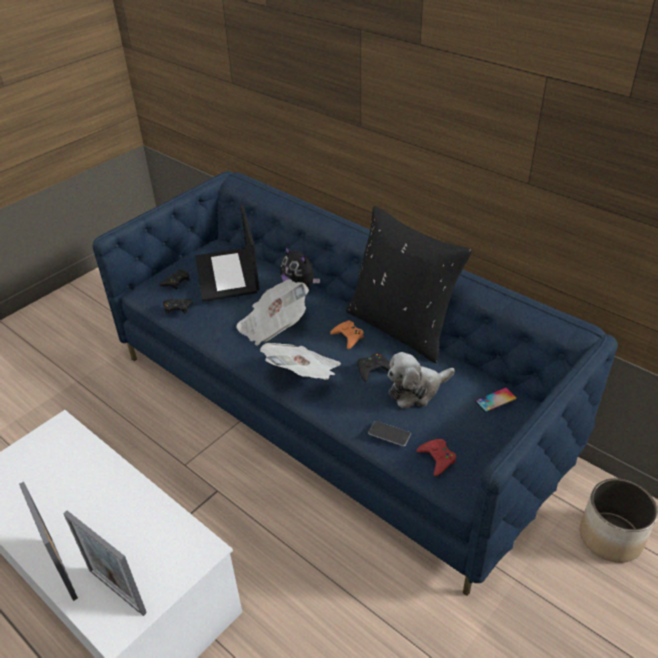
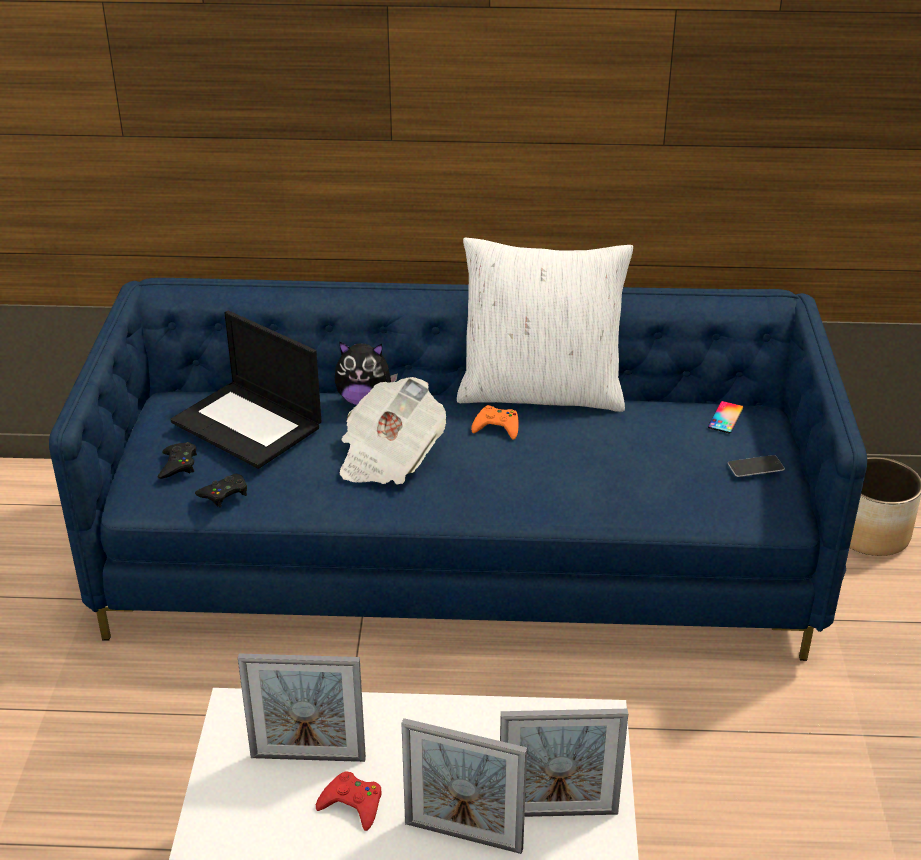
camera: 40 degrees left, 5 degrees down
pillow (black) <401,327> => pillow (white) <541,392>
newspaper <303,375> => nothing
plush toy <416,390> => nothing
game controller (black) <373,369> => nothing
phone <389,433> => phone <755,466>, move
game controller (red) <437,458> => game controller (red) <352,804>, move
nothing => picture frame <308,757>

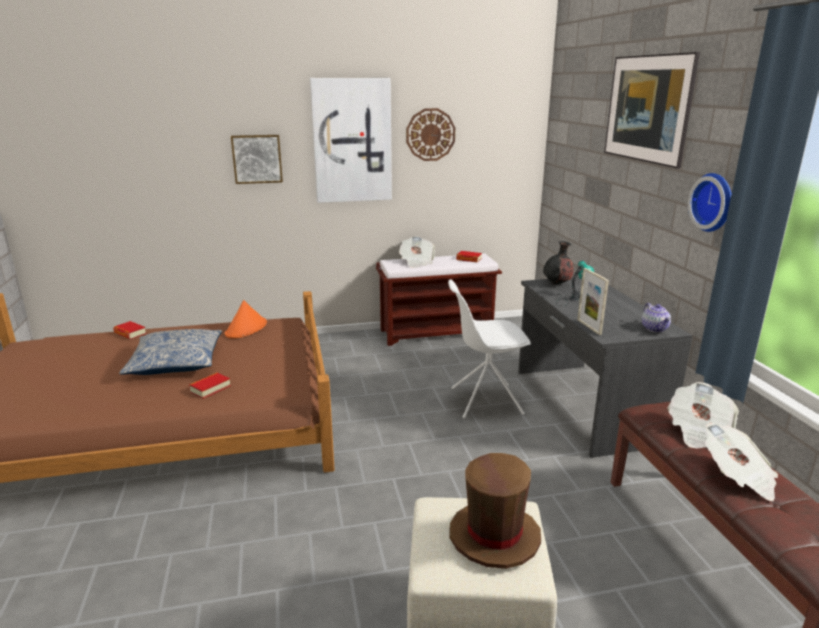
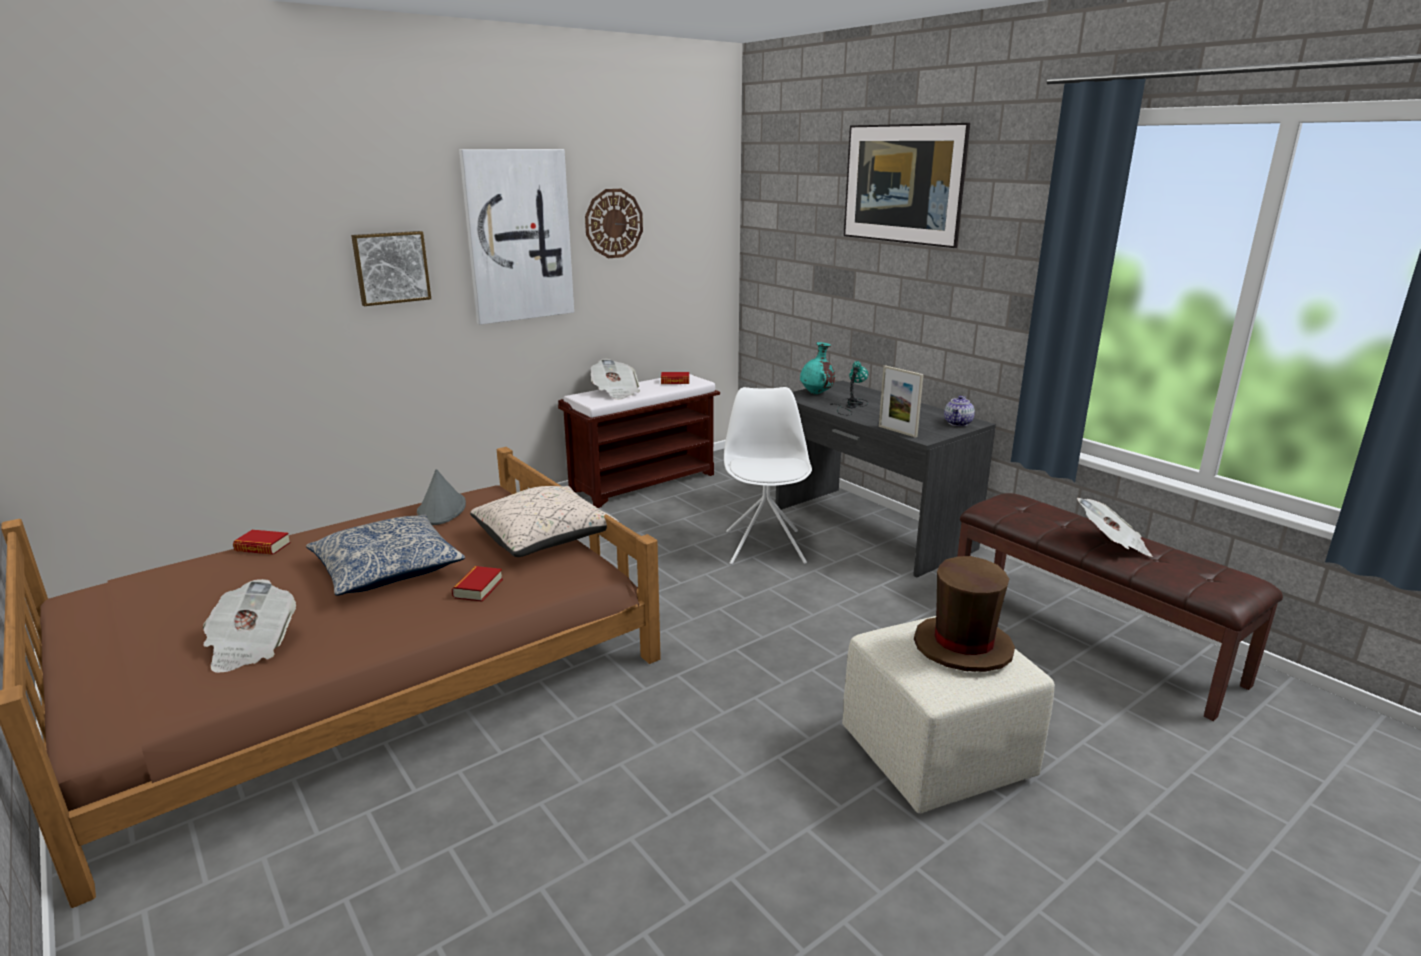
camera: 25 degrees left, 0 degrees up
wall clock <714,202> => nothing
vase (black) <557,284> => vase (turquoise) <817,394>
chair (white) <484,401> => chair (white) <765,546>, 120 degrees clockwise
hat (orange) <246,328> => hat (grey) <441,510>
teapot <655,329> => teapot <958,423>, 60 degrees clockwise
newspaper <698,431> => newspaper <251,646>, move
nothing => pillow (beige) <545,538>

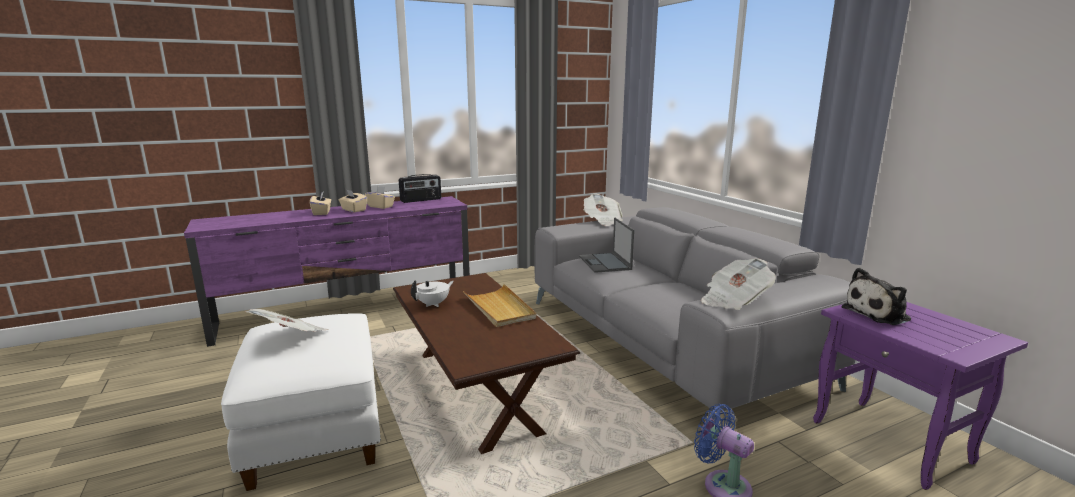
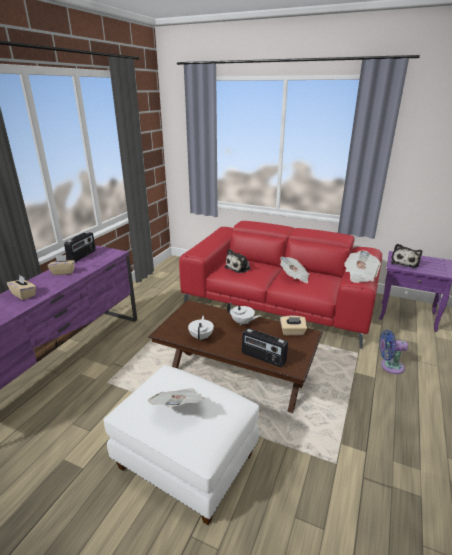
camera: 40 degrees left, 10 degrees up
tissue box (beige) <353,210> => tissue box (beige) <292,332>, move
newspaper <602,221> => newspaper <294,277>, move
sofa (grey) <665,340> => sofa (red) <279,302>
laptop <605,263> => plush toy <239,268>
tray (beige) <499,308> => teapot (white) <242,322>
nothing => radio <263,358>

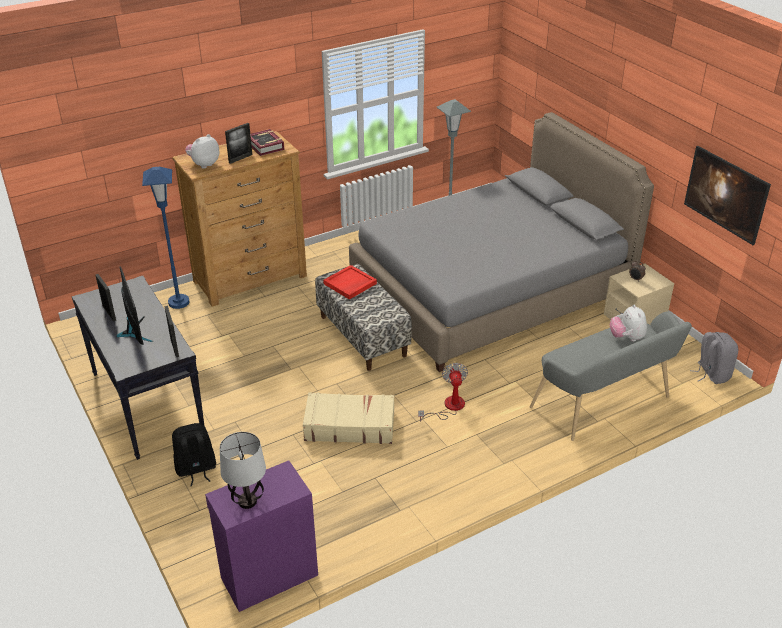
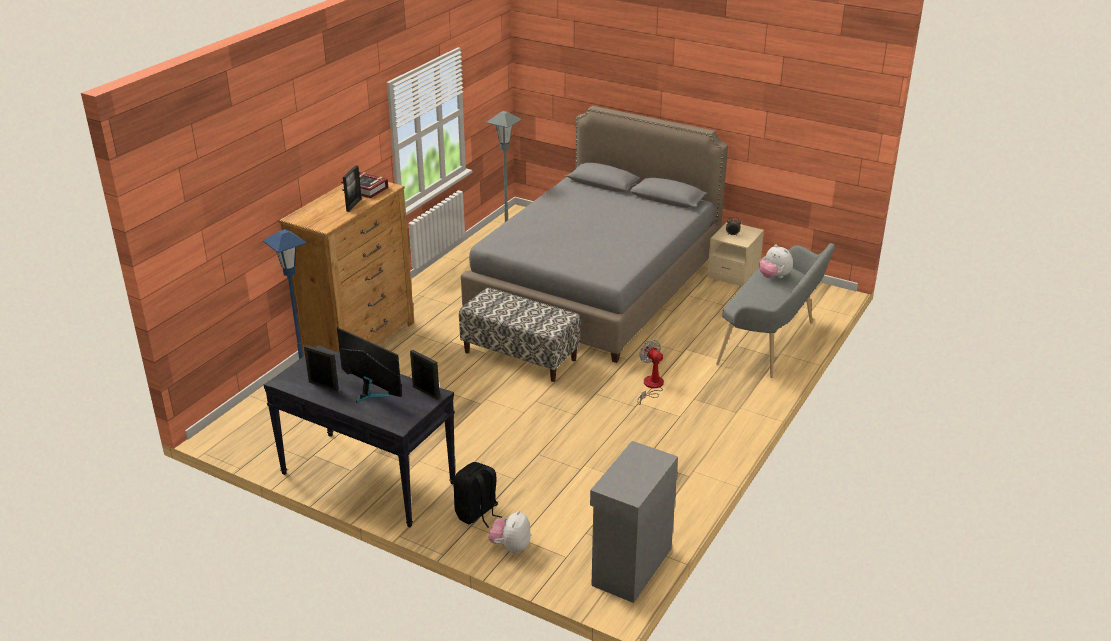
camera: 30 degrees left, 5 degrees down
plush toy <204,164> => plush toy <511,547>, move
picture <722,209> => nothing
tray (red) <350,284> => nothing
backpack (grey) <711,374> => nothing
suitcase (beige) <349,426> => nothing
table lamp <248,501> => nothing
cabinet (purple) <268,576> => cabinet (grey) <630,566>

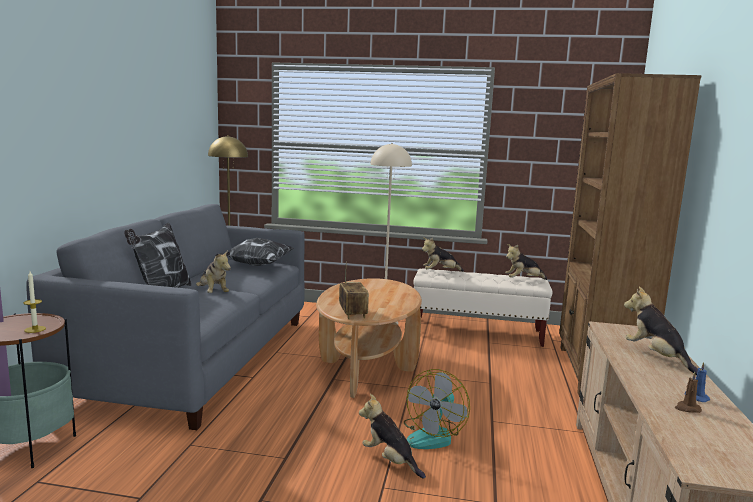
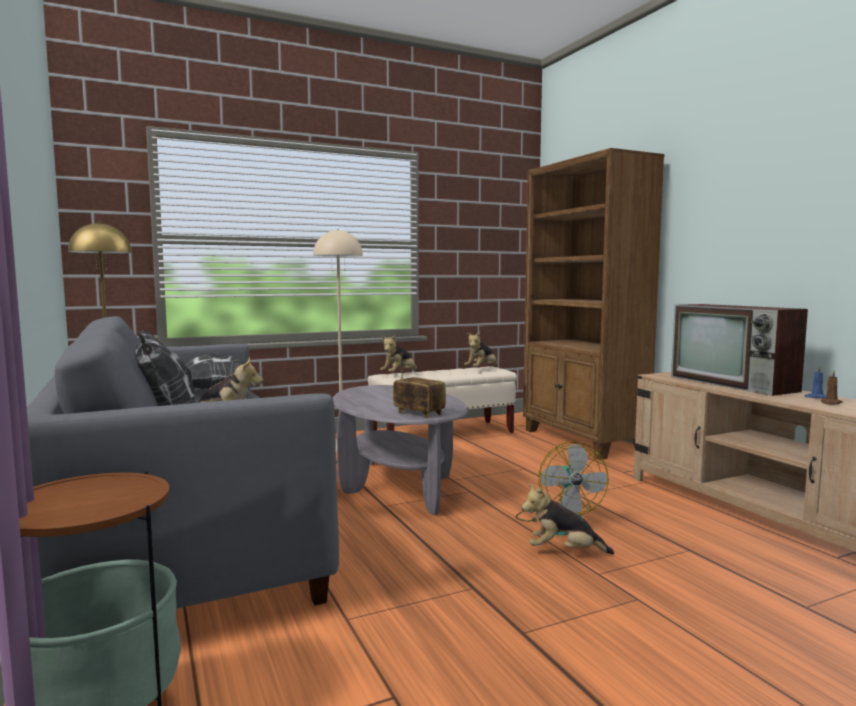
camera: 35 degrees left, 5 degrees down
candle <35,329> => nothing
coffee table (brown) <367,366> => coffee table (grey) <397,485>
plush toy <656,357> => television <734,384>

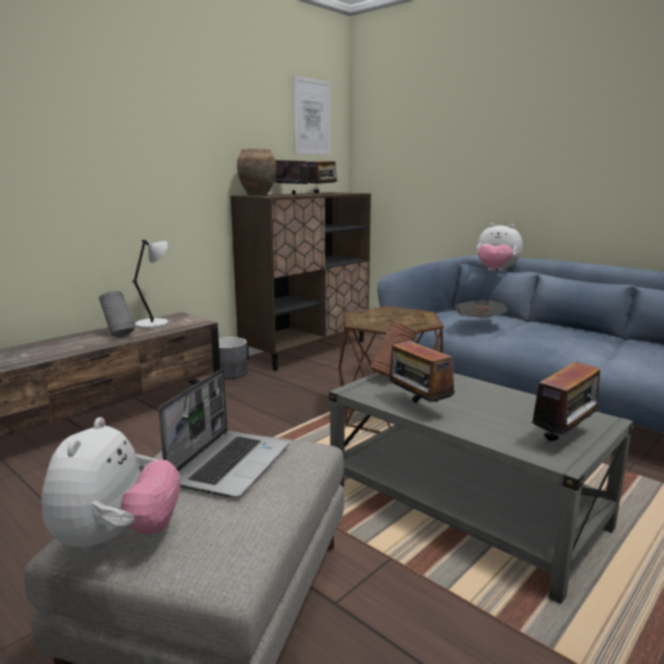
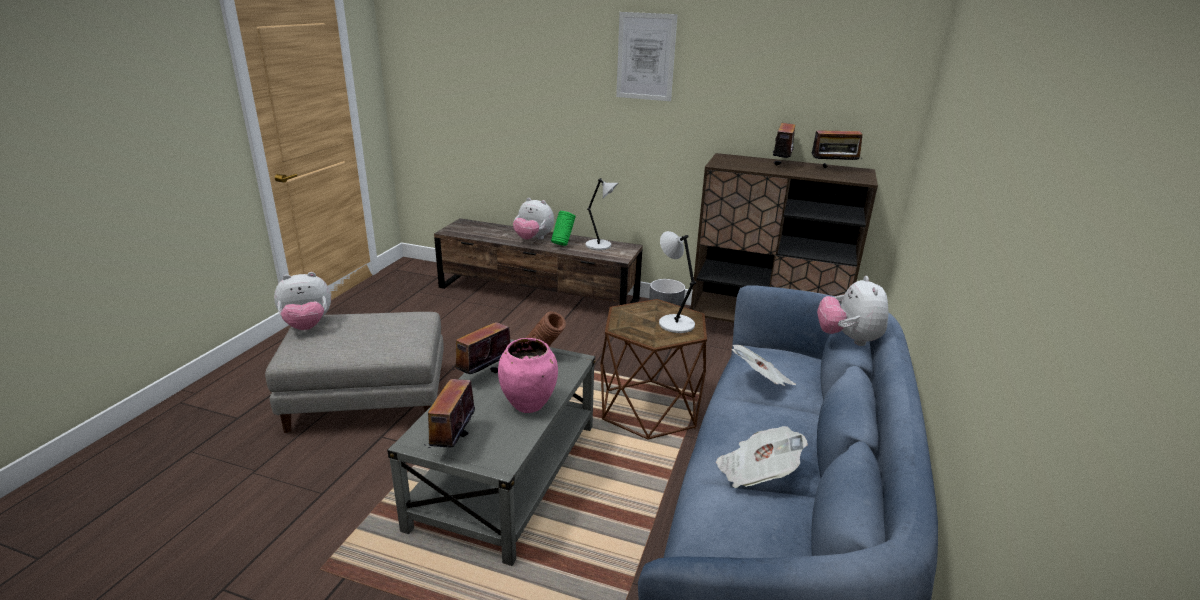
camera: 65 degrees right, 10 degrees up
picture <311,117> => picture <645,57>, move
vase (brown) <258,195> => nothing
vase (grey) <119,335> => vase (green) <563,244>
radio <564,438> => radio <452,443>, 75 degrees clockwise
laptop <230,464> => nothing
nothing => plush toy <533,239>
nothing => table lamp (grey) <674,323>
nothing => vase (pink) <529,405>
nothing => newspaper <756,473>

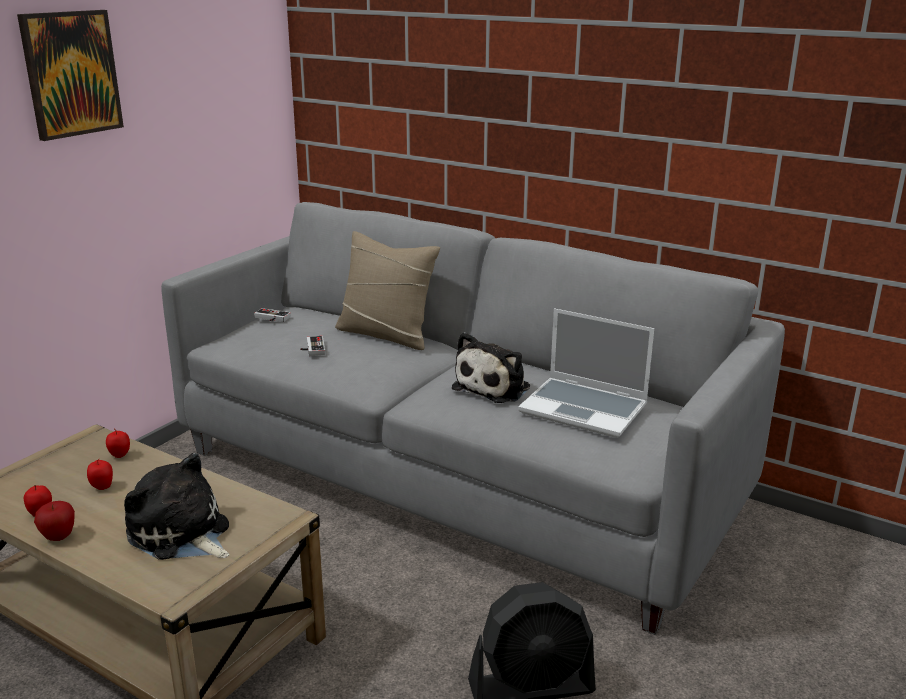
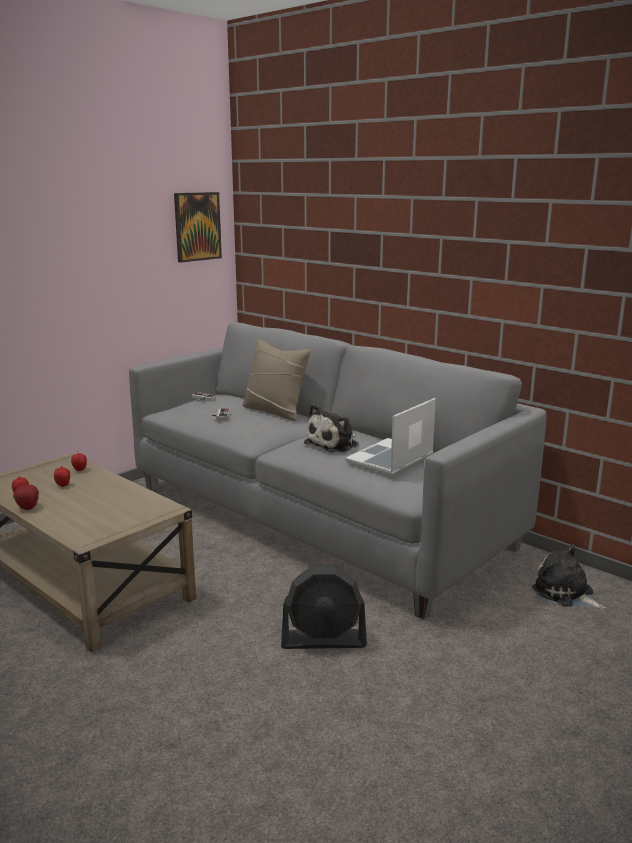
camera: 10 degrees right, 5 degrees down
picture <71,74> => picture <197,226>, move
laptop <585,409> => laptop <390,459>, 90 degrees clockwise
plush toy <181,534> => plush toy <565,593>, move

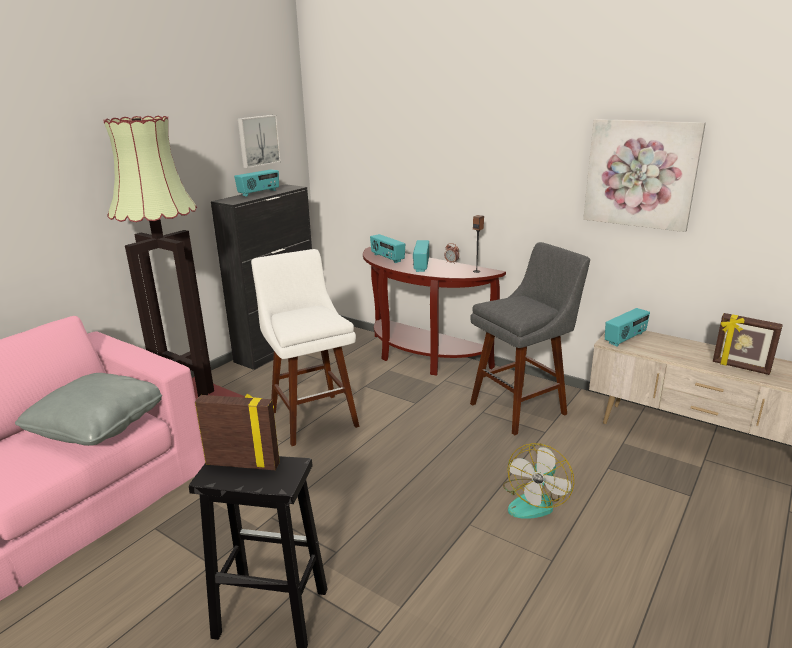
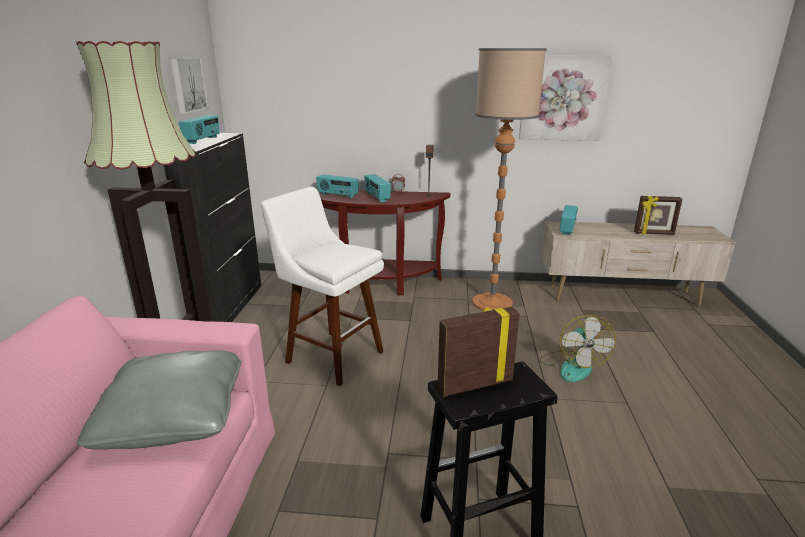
camera: 30 degrees left, 0 degrees up
stool (grey) <521,407> => floor lamp <492,303>

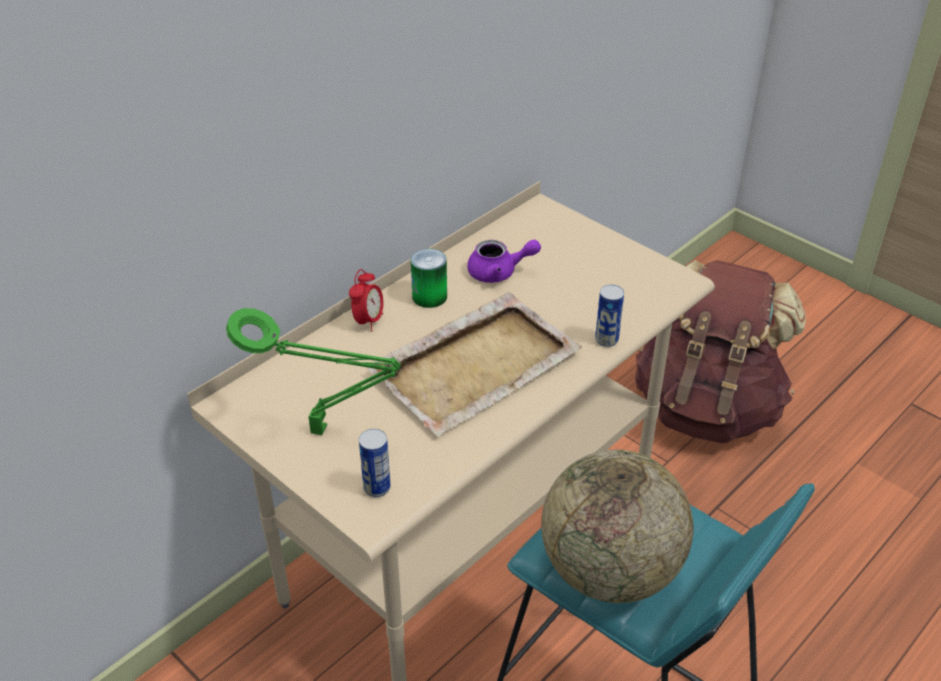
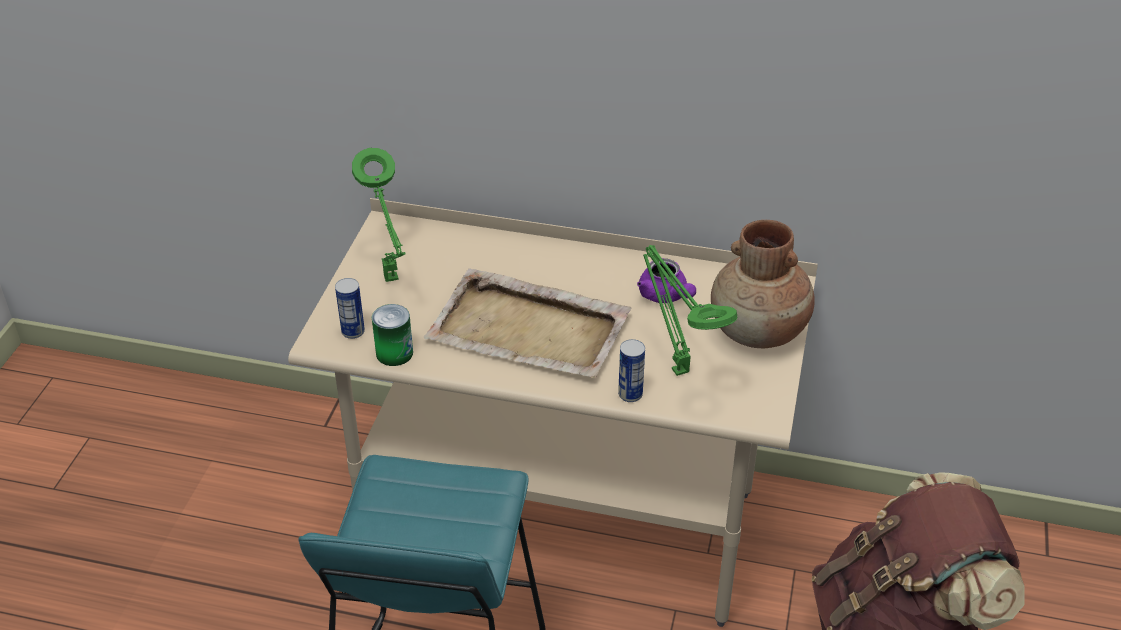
camera: 60 degrees right, 0 degrees up
can <429,296> => can <394,353>, move
alarm clock <368,321> => nothing
globe <610,571> => nothing
nothing => vase (brown) <758,332>
nothing => table lamp (green) <677,368>

